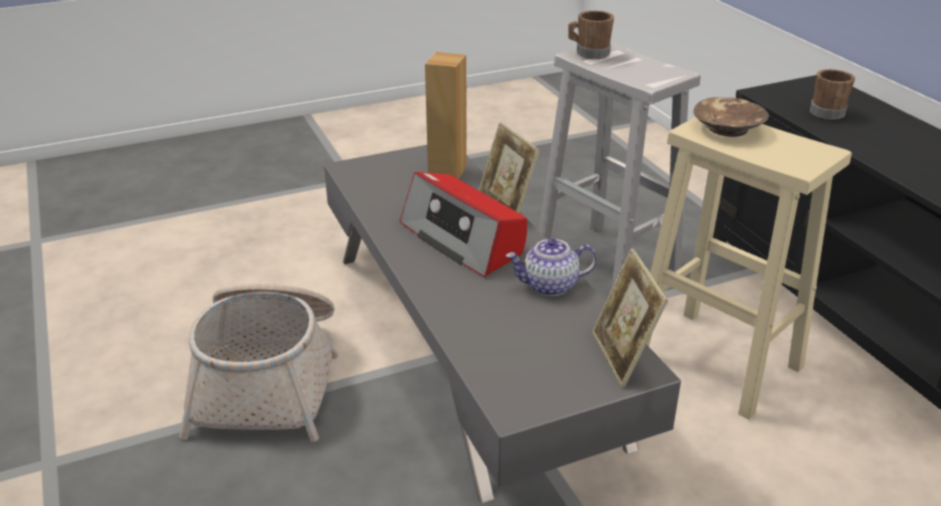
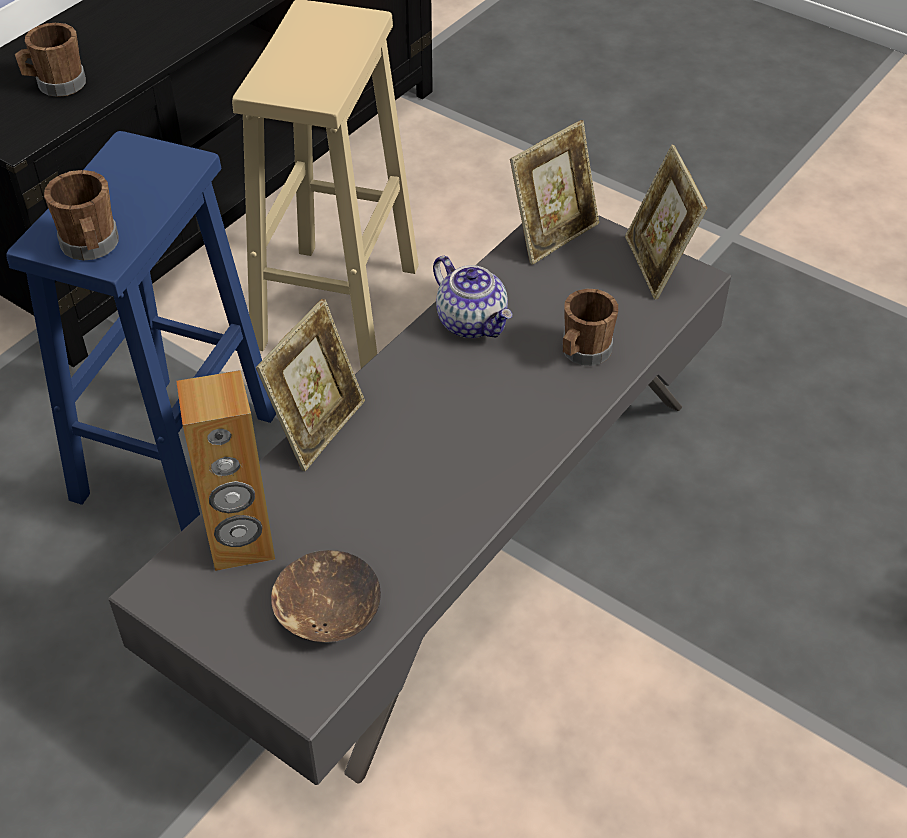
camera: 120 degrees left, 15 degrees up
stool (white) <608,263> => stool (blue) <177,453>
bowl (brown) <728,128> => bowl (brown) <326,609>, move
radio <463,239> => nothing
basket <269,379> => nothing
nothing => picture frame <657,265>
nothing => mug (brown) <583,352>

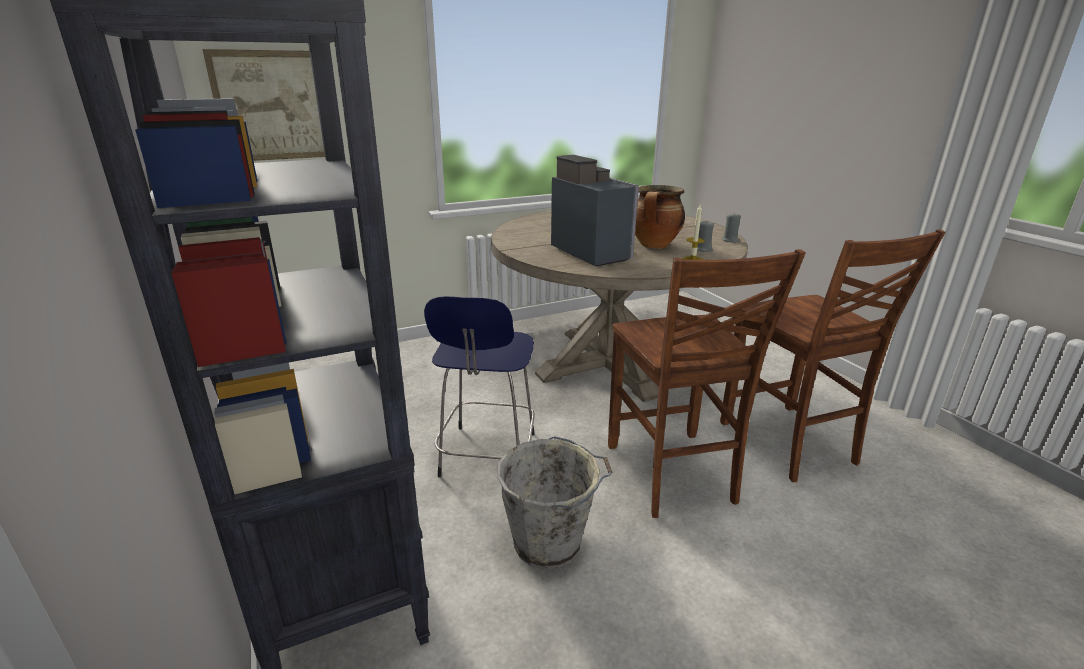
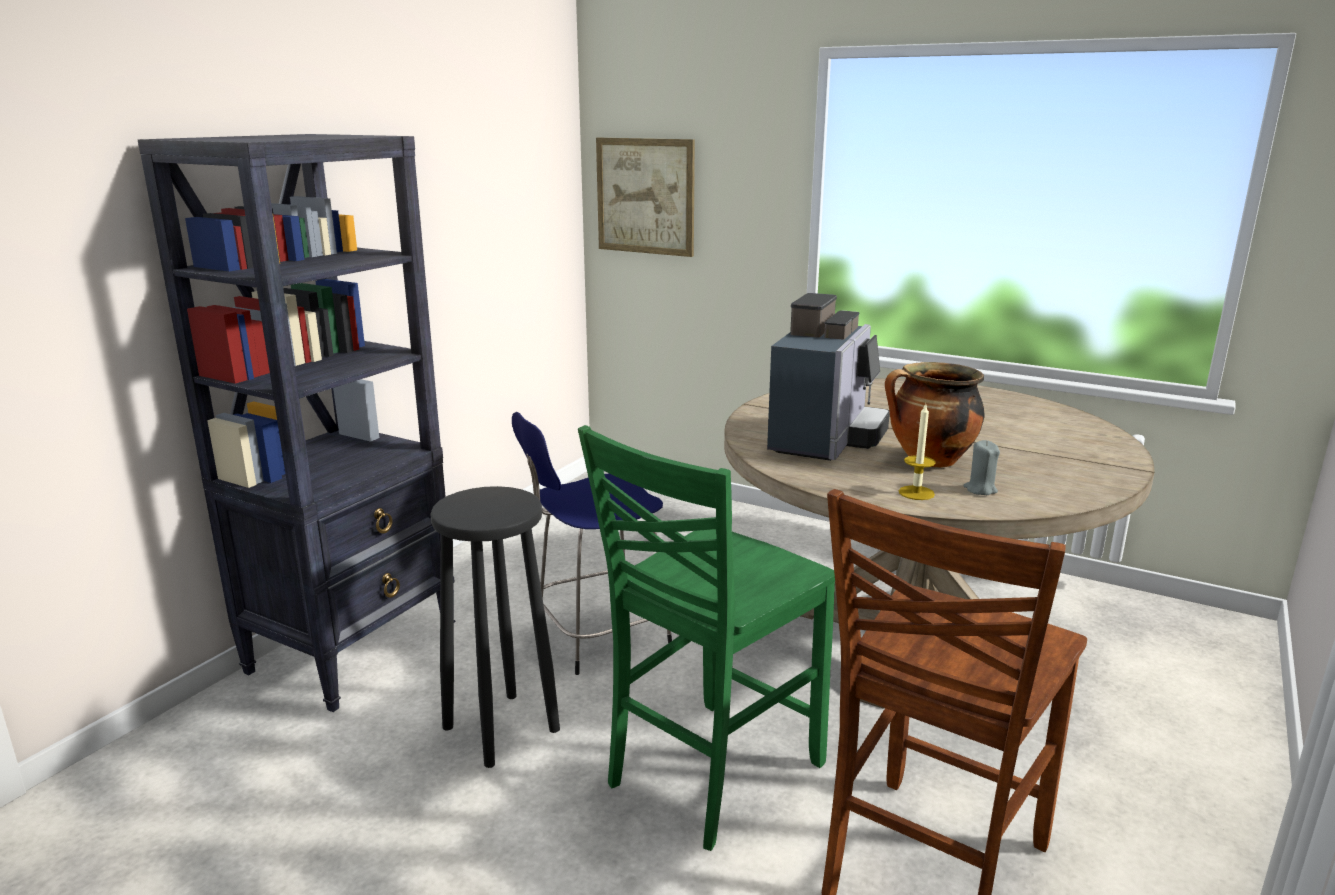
camera: 55 degrees right, 5 degrees down
candle (grey) <730,240> => nothing
chair (brown) <671,474> => chair (green) <709,773>
bucket (grey) <550,543> => stool (black) <502,728>

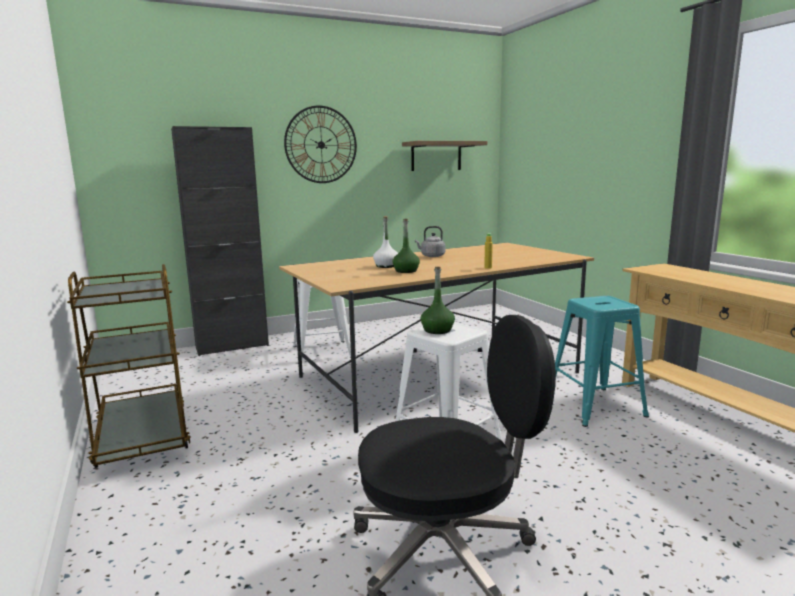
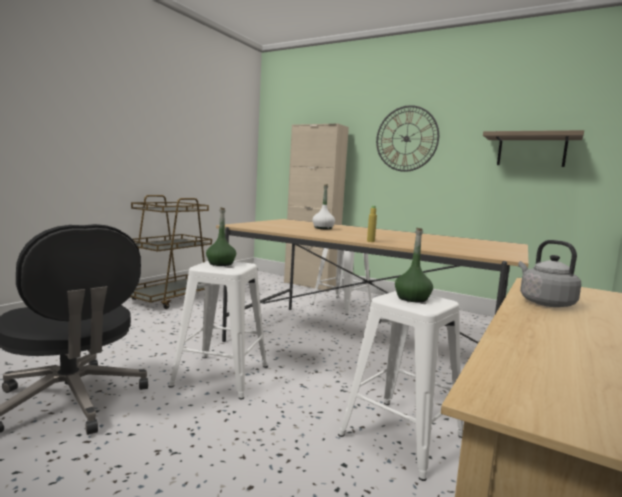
camera: 55 degrees right, 5 degrees down
cabinet (black) <232,346> => cabinet (beige) <310,285>
bottle (green) <406,271> => bottle (green) <412,298>, move
kettle (grey) <431,256> => kettle (grey) <544,302>, move
stool (turquoise) <594,406> => stool (white) <400,435>

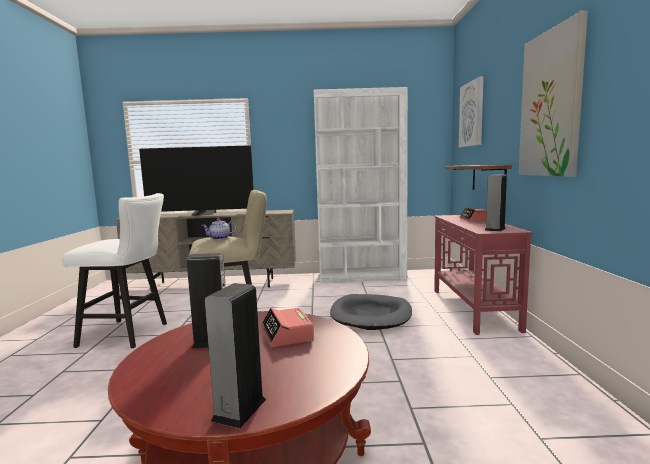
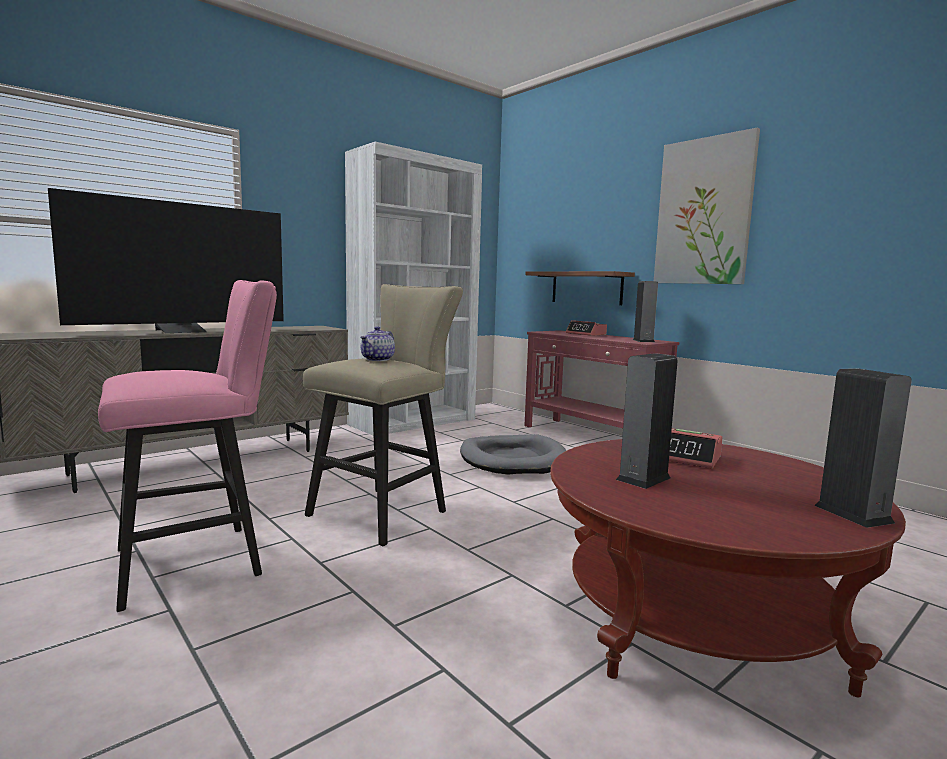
camera: 40 degrees left, 0 degrees up
picture <472,114> => nothing
stool (white) <129,334> => stool (pink) <200,560>

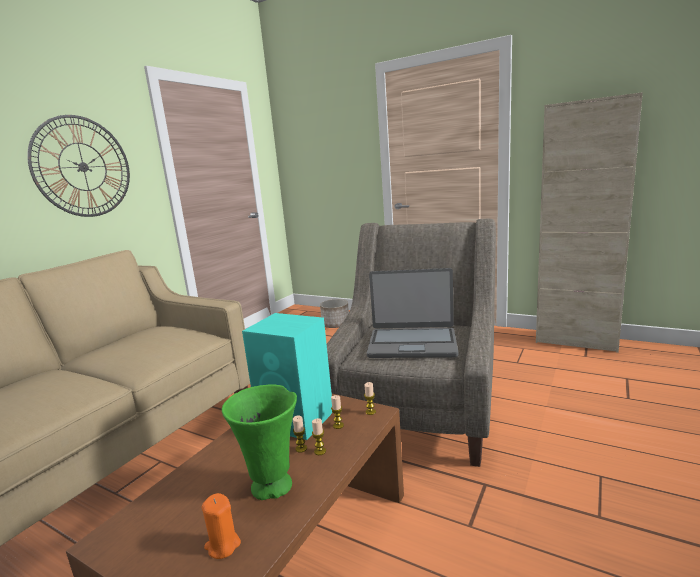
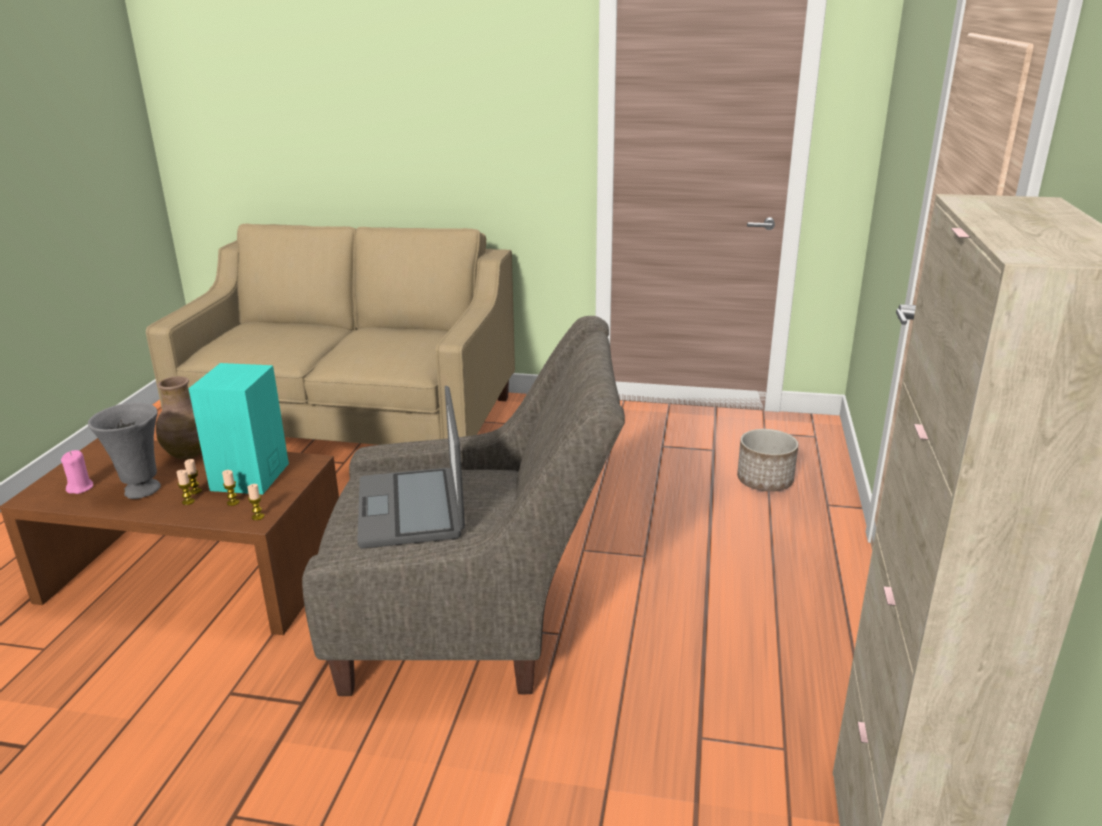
camera: 70 degrees right, 10 degrees up
wall clock <83,167> => nothing
vase (green) <273,487> => vase (grey) <141,491>
candle (orange) <223,545> => candle (pink) <80,488>
nothing => vase (brown) <189,453>

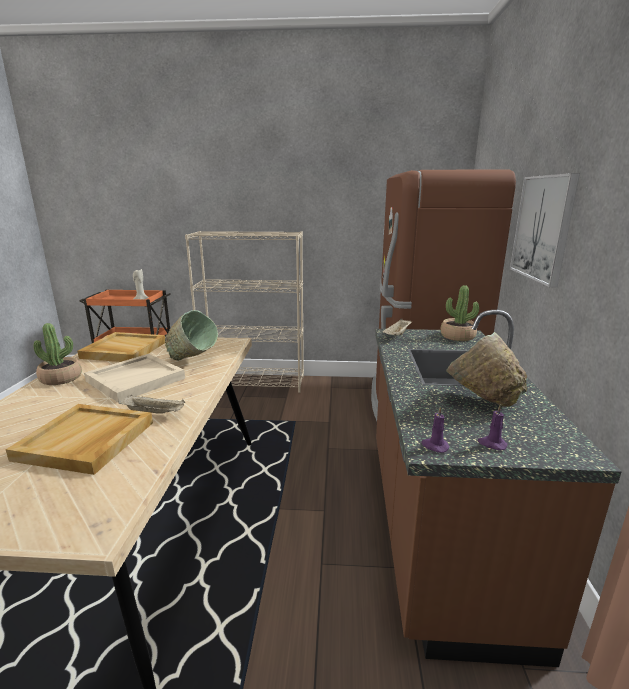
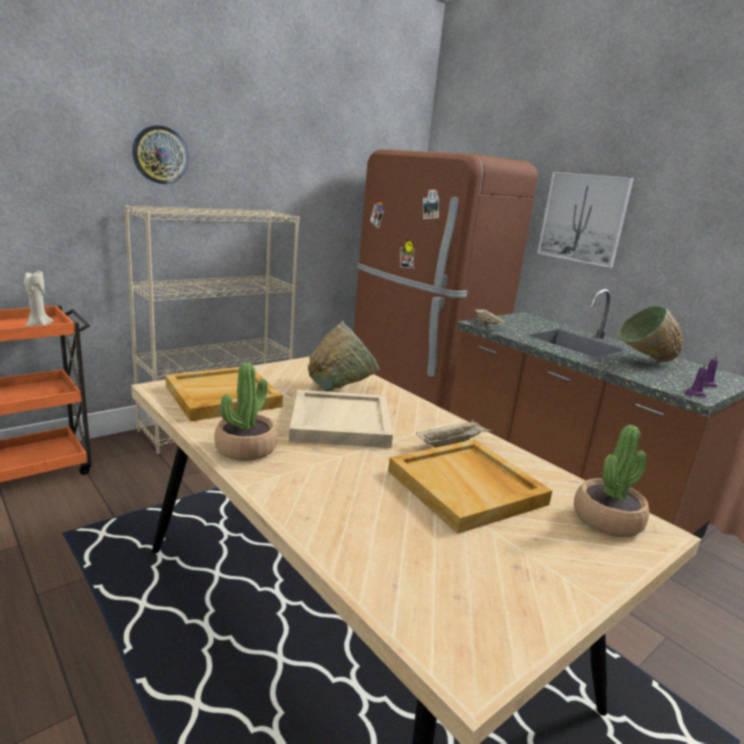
camera: 45 degrees left, 0 degrees up
potted plant <457,336> => potted plant <607,520>, move
nothing => wall clock <160,155>

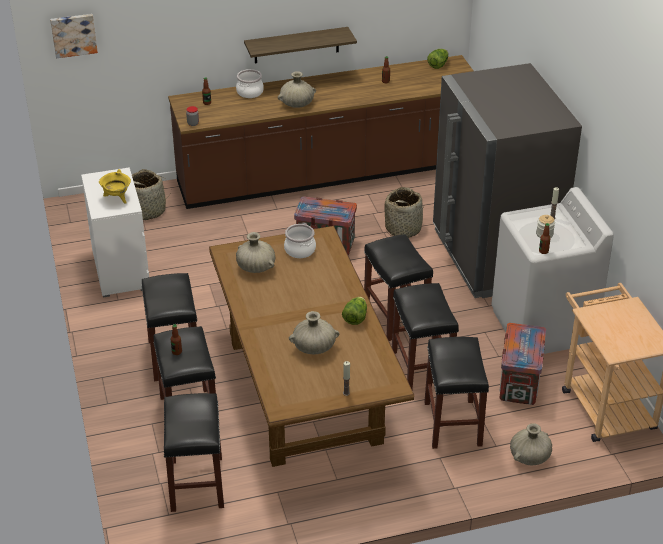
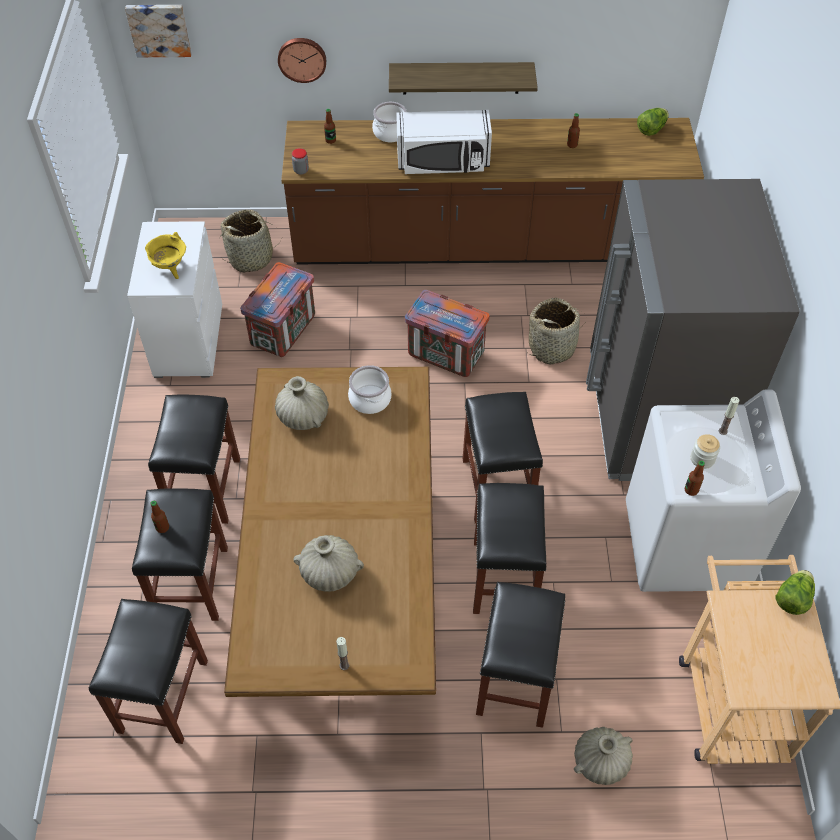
camera: 15 degrees right, 15 degrees up
vase (beige) <297,104> => microwave (white) <443,162>
lettuce <355,318> => lettuce <792,599>, move
crate <519,383> => crate <283,330>, move
nothing => wall clock <302,58>

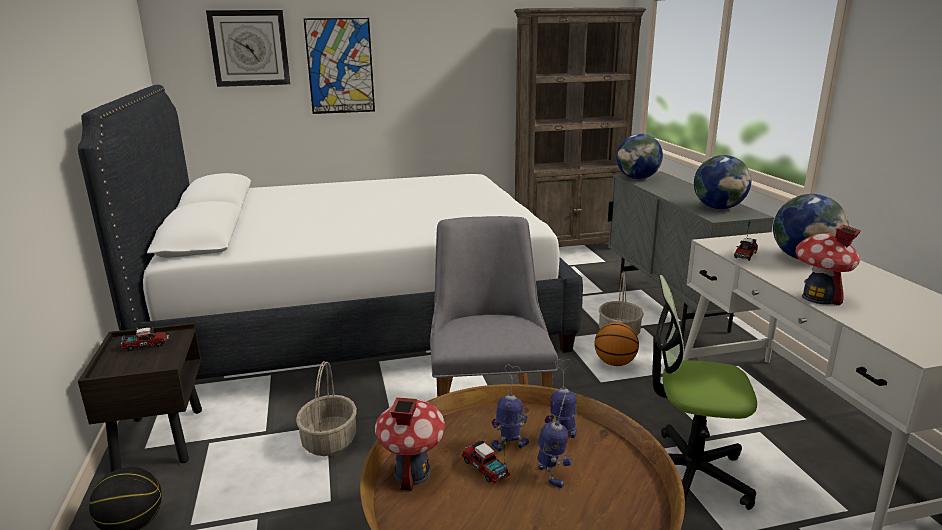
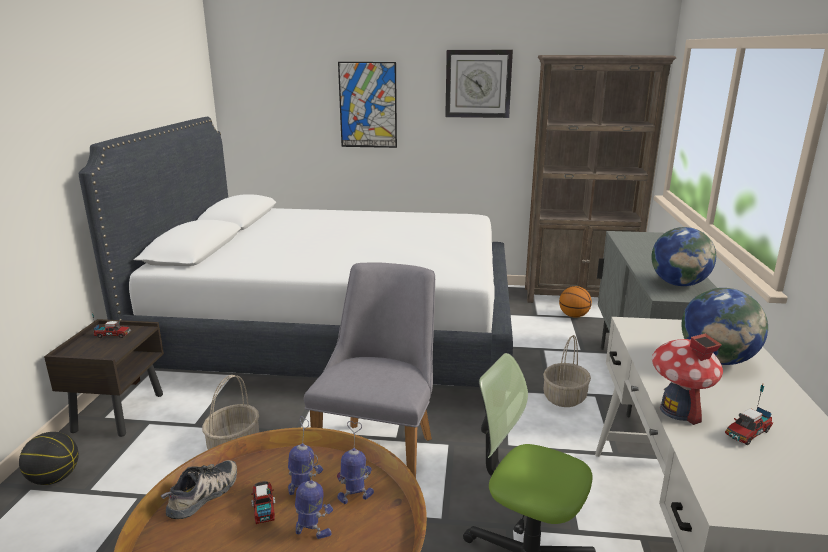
camera: 20 degrees right, 0 degrees up
wall clock <249,48> => wall clock <478,84>, move
globe <637,178> => nothing
toy truck <745,255> => toy truck <747,433>, move
basketball <615,363> => basketball <573,316>, move
toy robot <552,475> => toy robot <313,531>, 75 degrees counterclockwise
toy house <412,473> => shoe <204,495>

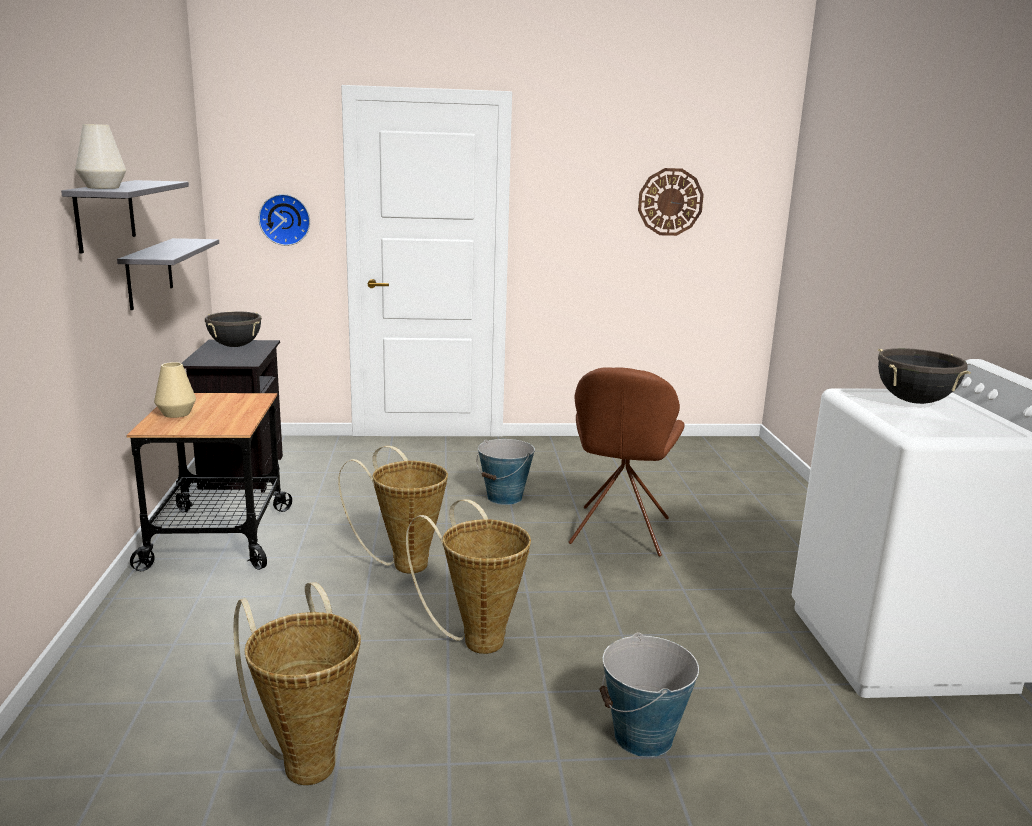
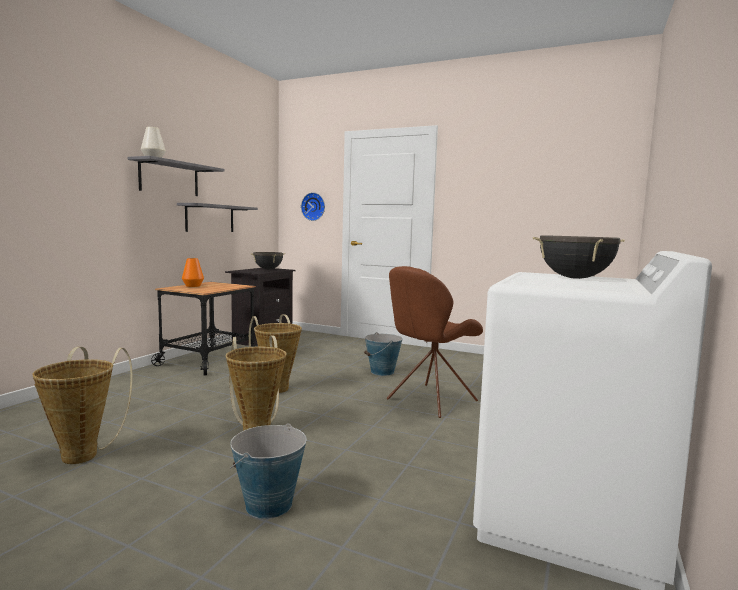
camera: 30 degrees right, 10 degrees down
wall clock <670,202> => nothing
vase (beige) <176,414> => vase (orange) <193,286>

